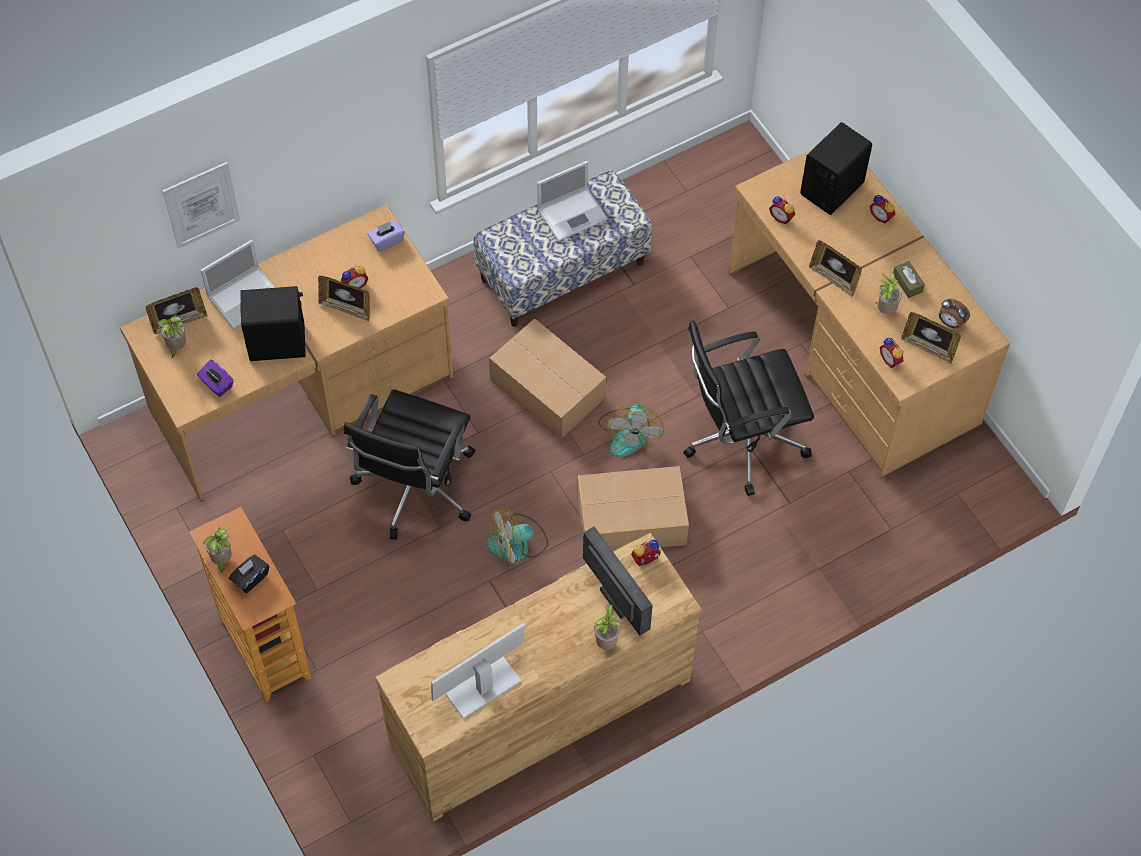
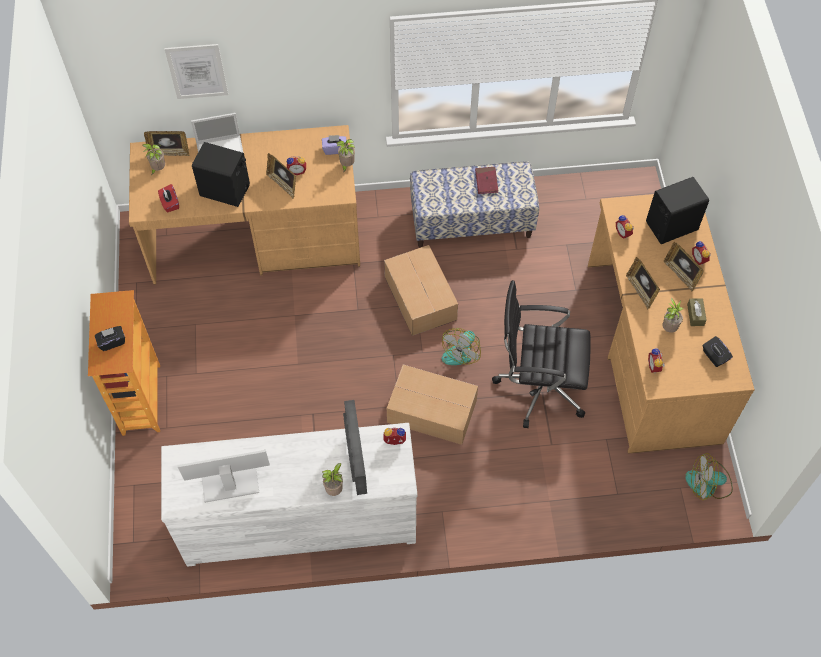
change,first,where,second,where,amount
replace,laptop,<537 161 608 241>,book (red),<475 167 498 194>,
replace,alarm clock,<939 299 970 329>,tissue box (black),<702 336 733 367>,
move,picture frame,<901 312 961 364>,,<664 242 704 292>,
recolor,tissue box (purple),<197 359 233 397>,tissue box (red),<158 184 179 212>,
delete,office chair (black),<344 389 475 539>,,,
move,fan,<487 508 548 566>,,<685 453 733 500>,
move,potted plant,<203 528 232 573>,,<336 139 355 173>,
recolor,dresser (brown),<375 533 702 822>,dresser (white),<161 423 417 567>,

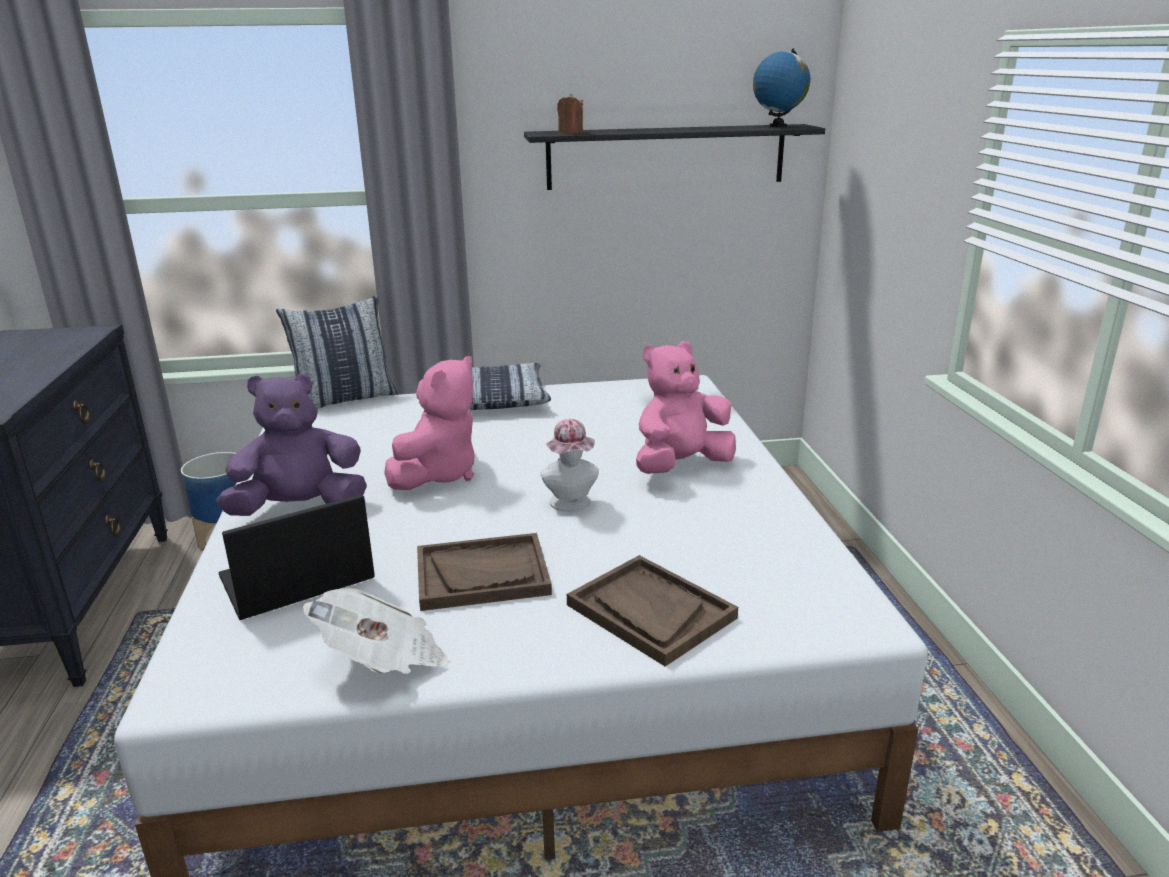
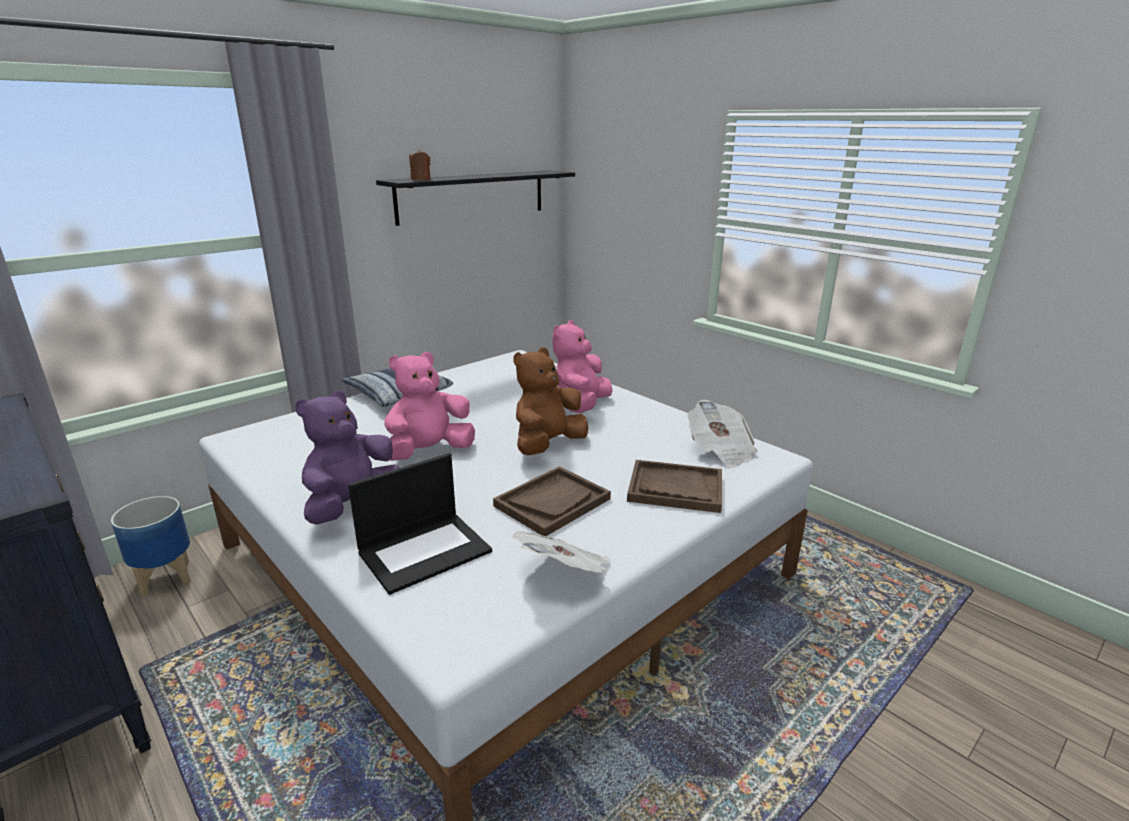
change,first,where,second,where,amount
delete,globe,<753 48 810 127>,,,
delete,pillow,<276 295 398 409>,,,
rotate,plush toy (pink),<384 356 475 490>,,<385 352 475 461>,120 degrees counterclockwise
replace,hat,<540 419 599 512>,plush toy (brown),<514 347 588 455>,
rotate,laptop,<218 494 375 620>,,<348 453 492 595>,150 degrees counterclockwise
insert,,,newspaper,<687 400 758 468>,

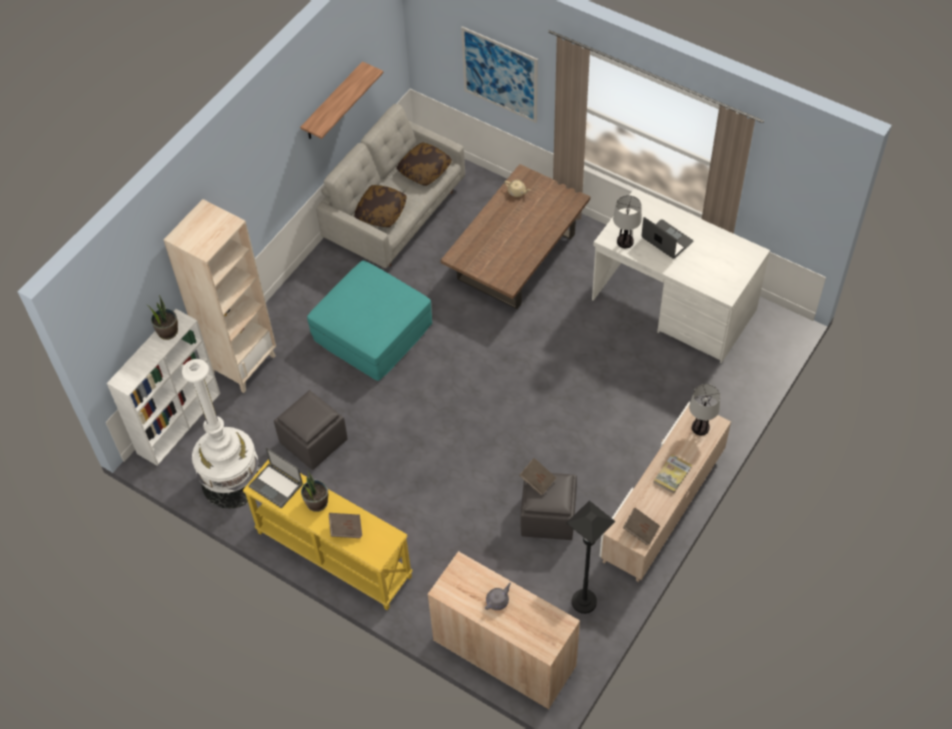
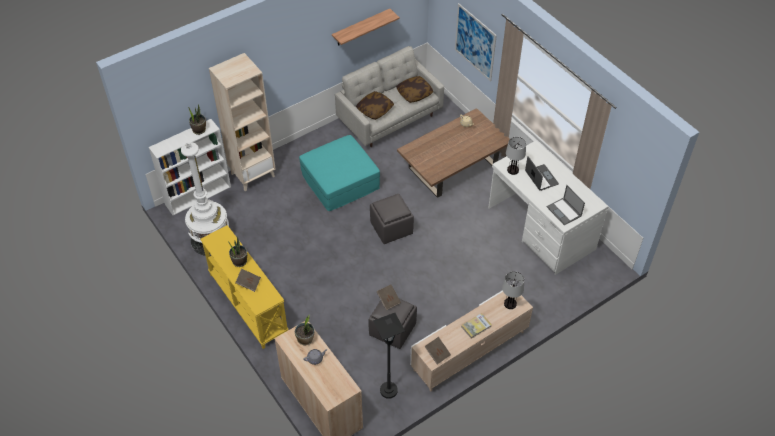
change,first,where,second,where,amount
move,ottoman (grey),<274 390 348 470>,,<370 194 414 244>,
move,laptop,<249 447 303 509>,,<547 185 585 225>,
insert,,,potted plant,<295 314 314 346>,

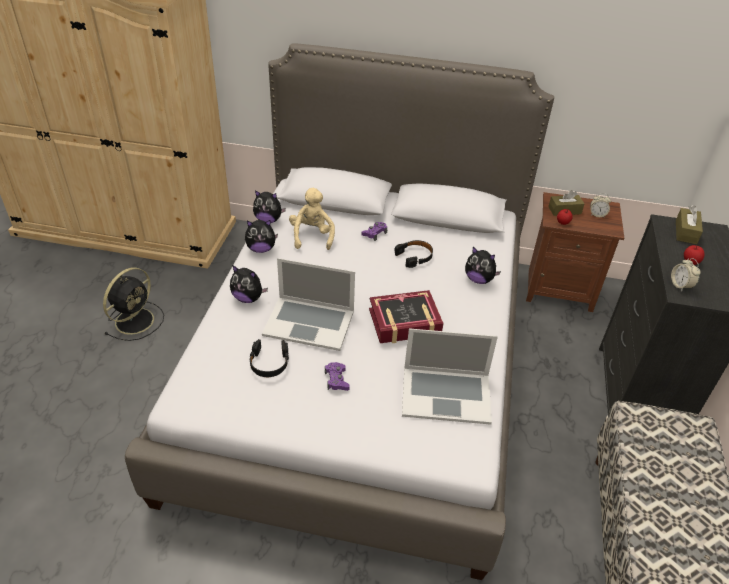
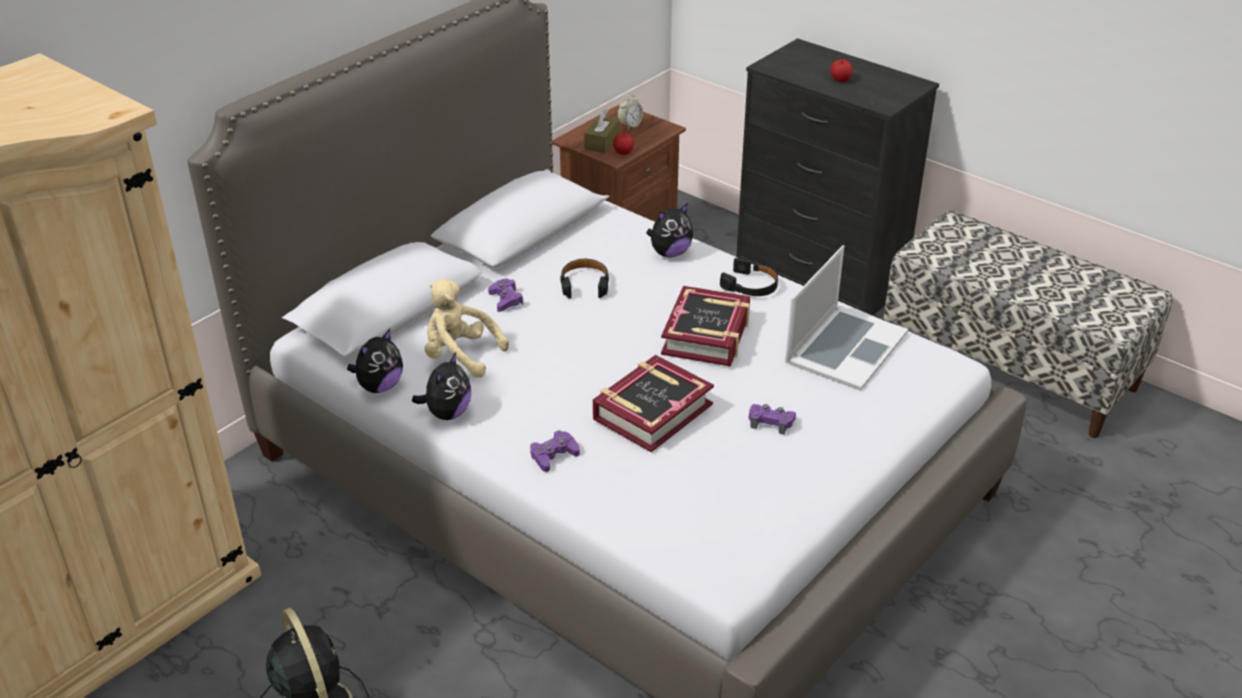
change,first,where,second,where,amount
delete,tissue box (brown),<676 205 703 244>,,,
replace,laptop,<262 258 355 351>,book,<593 355 714 452>,
delete,alarm clock,<671 258 701 292>,,,
replace,plush toy,<230 265 268 303>,game controller (purple),<530 430 580 472>,
move,headphones (black),<249 339 289 377>,,<720 258 778 296>,

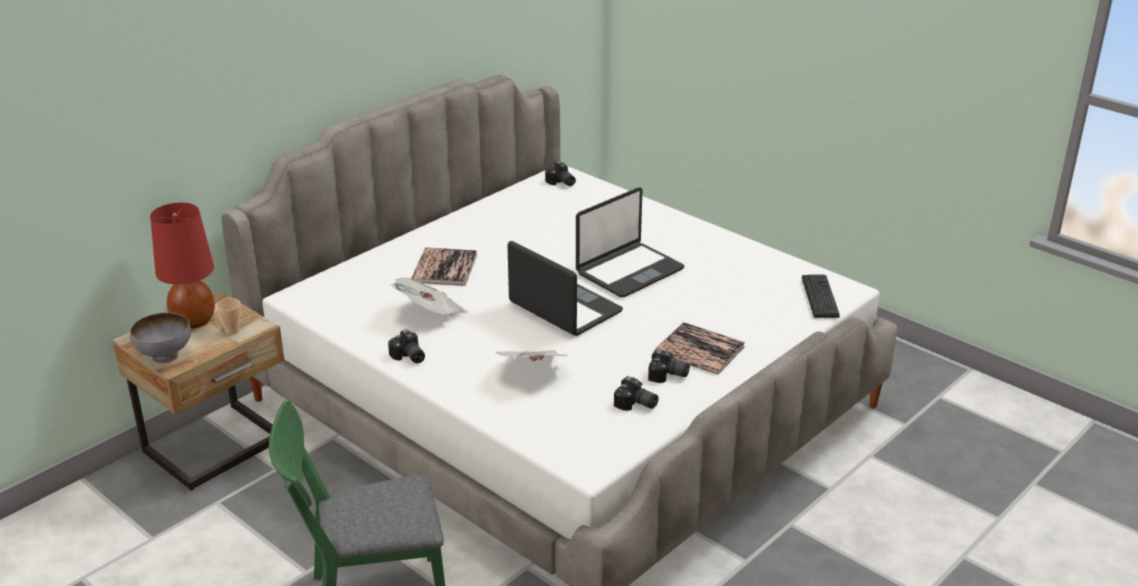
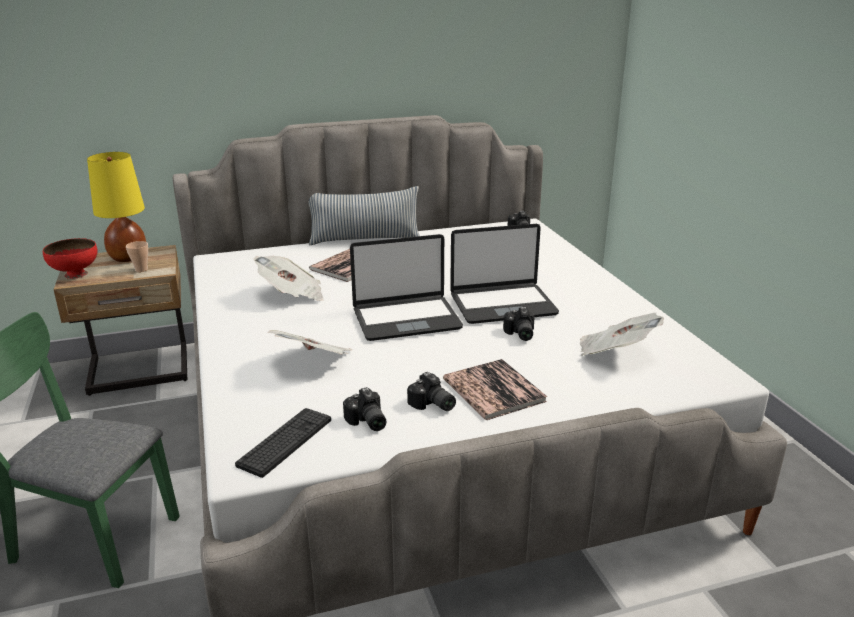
change,first,where,second,where,amount
recolor,table lamp (red),<150 203 215 329>,table lamp (yellow),<87 152 146 262>,
rotate,laptop,<507 241 623 336>,,<350 234 463 341>,90 degrees clockwise
move,keyboard,<802 274 840 318>,,<235 408 331 478>,
recolor,bowl (grey),<130 312 191 363>,bowl (red),<43 238 98 279>,
move,photo camera,<388 329 425 363>,,<503 307 535 341>,
insert,,,pillow,<308 186 420 245>,
insert,,,newspaper,<580 313 664 356>,

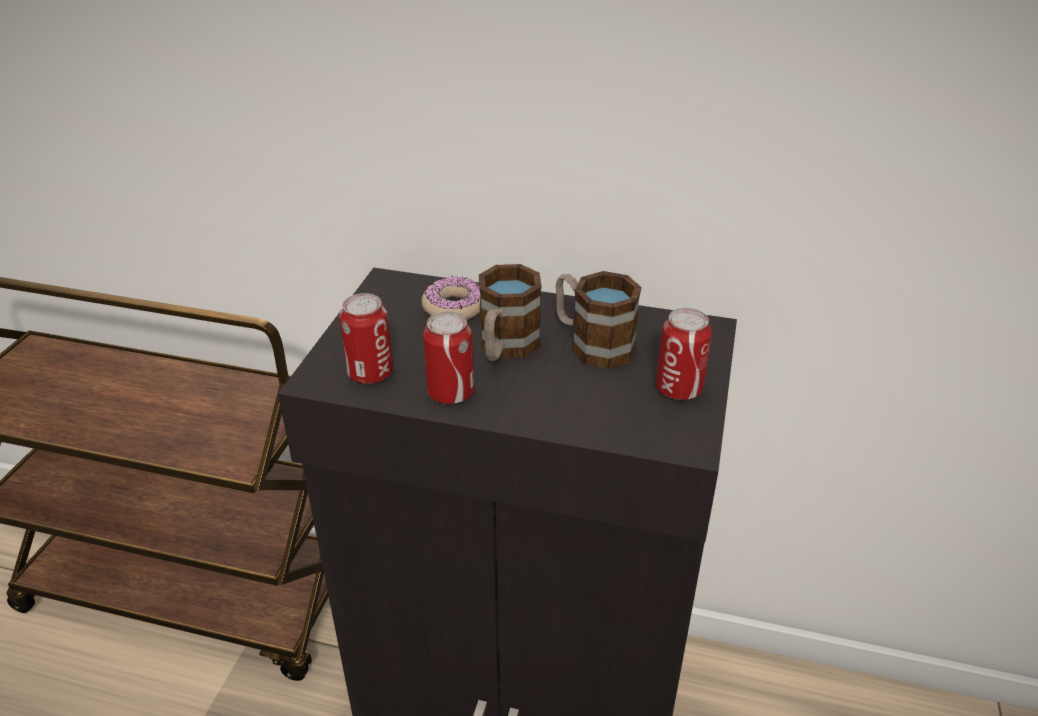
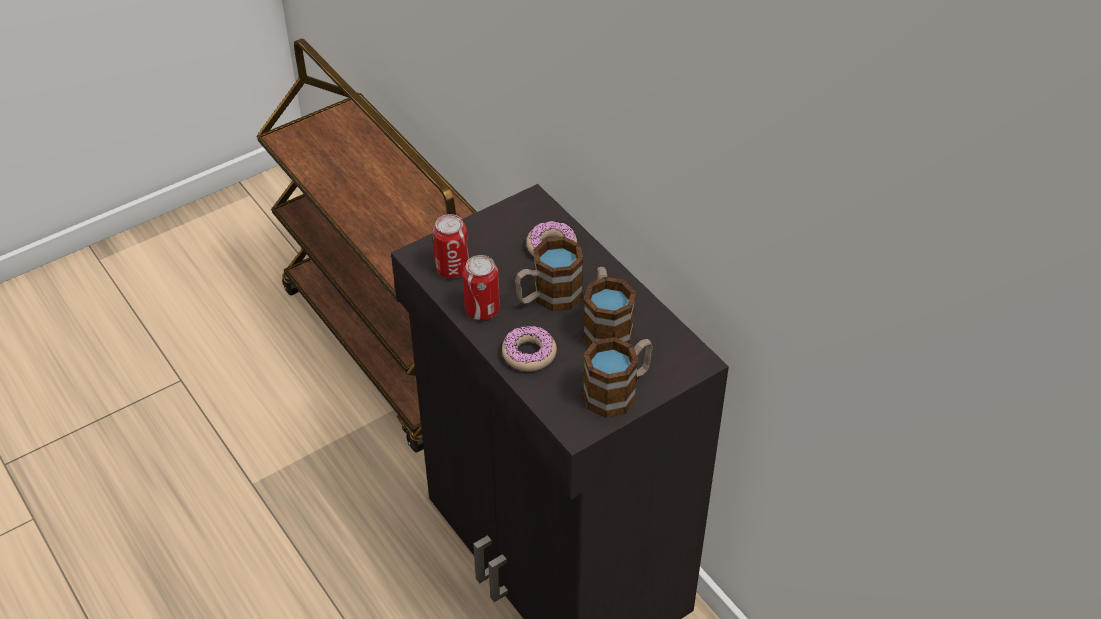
change,first,where,second,where,amount
replace,can,<656 308 712 400>,mug,<582 337 653 418>,
insert,,,donut,<502 325 557 372>,

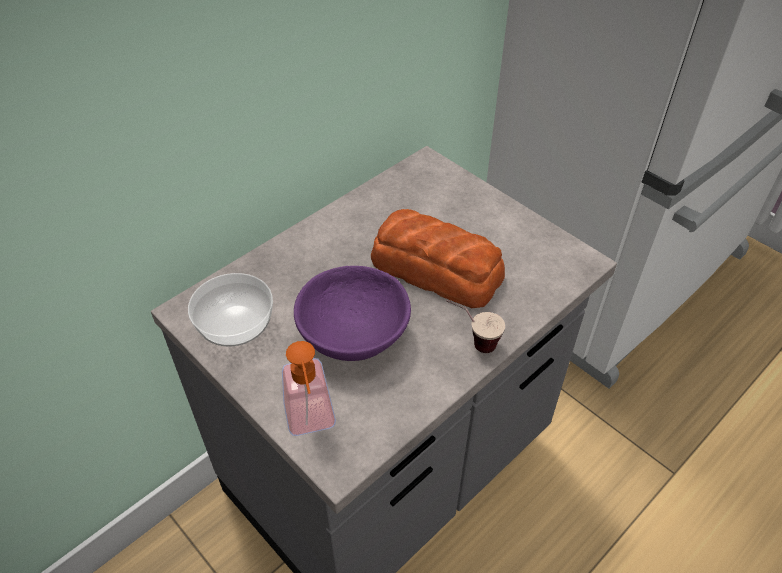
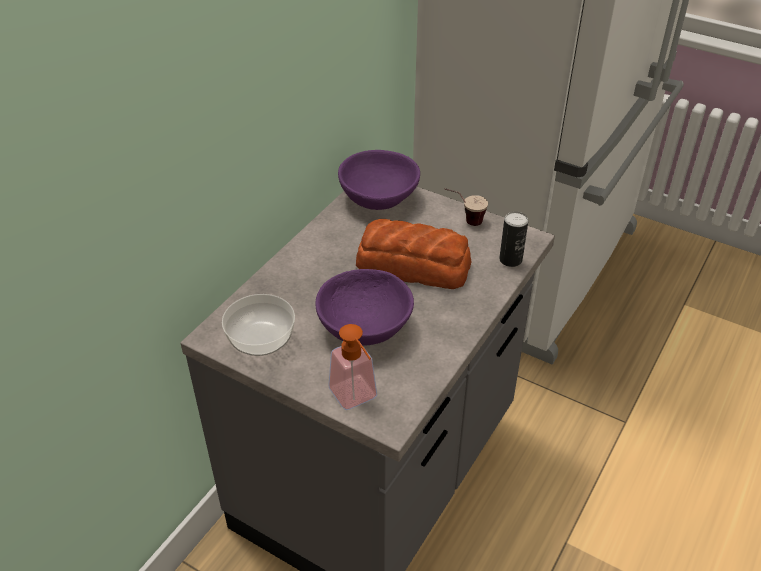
change,first,where,second,where,amount
move,cup,<446 300 505 353>,,<445 188 488 226>,
insert,,,bowl (purple),<338 150 420 210>,
insert,,,can,<499 211 528 267>,

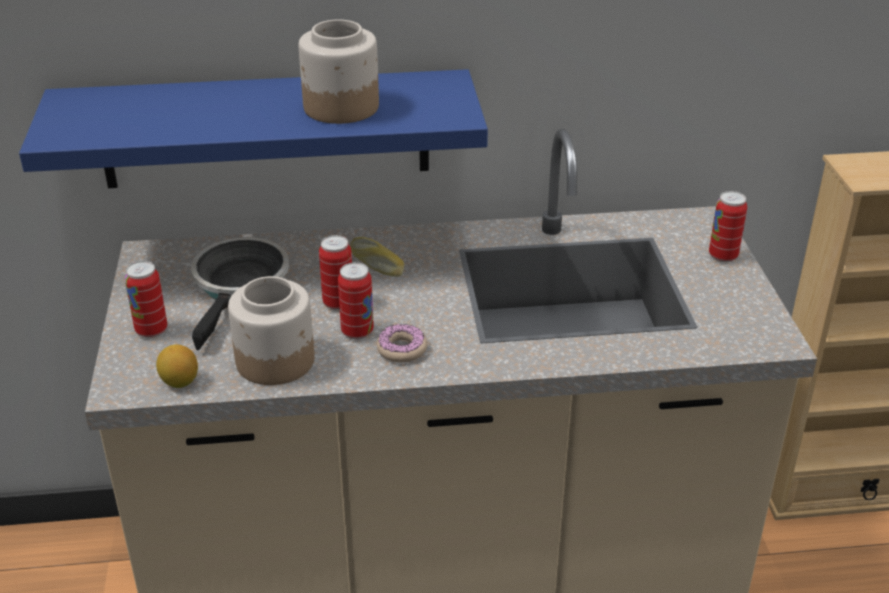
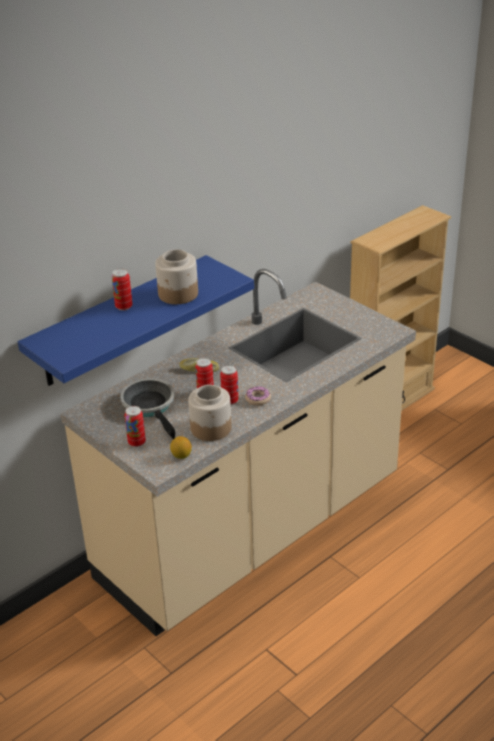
change,first,where,second,where,amount
move,can,<709 191 747 262>,,<112 268 133 311>,

